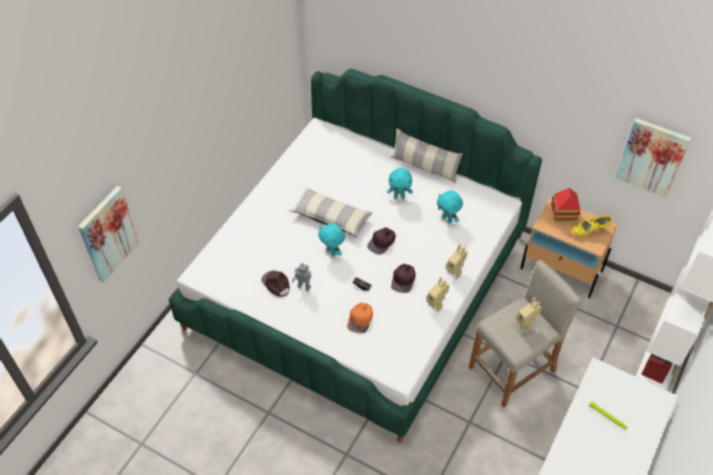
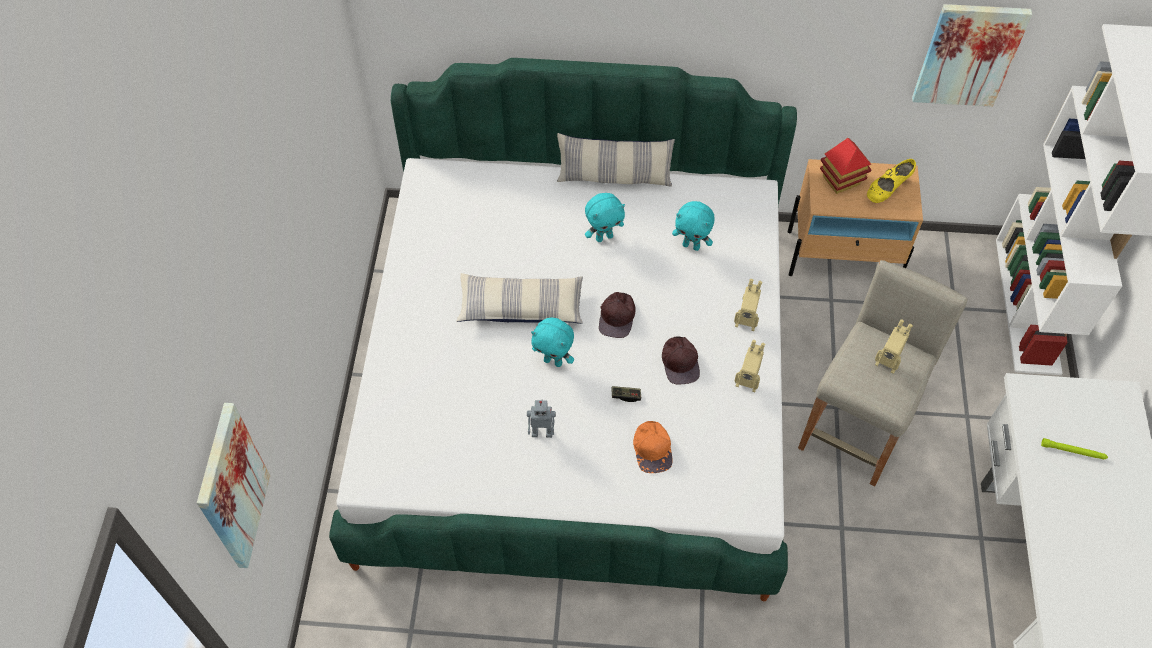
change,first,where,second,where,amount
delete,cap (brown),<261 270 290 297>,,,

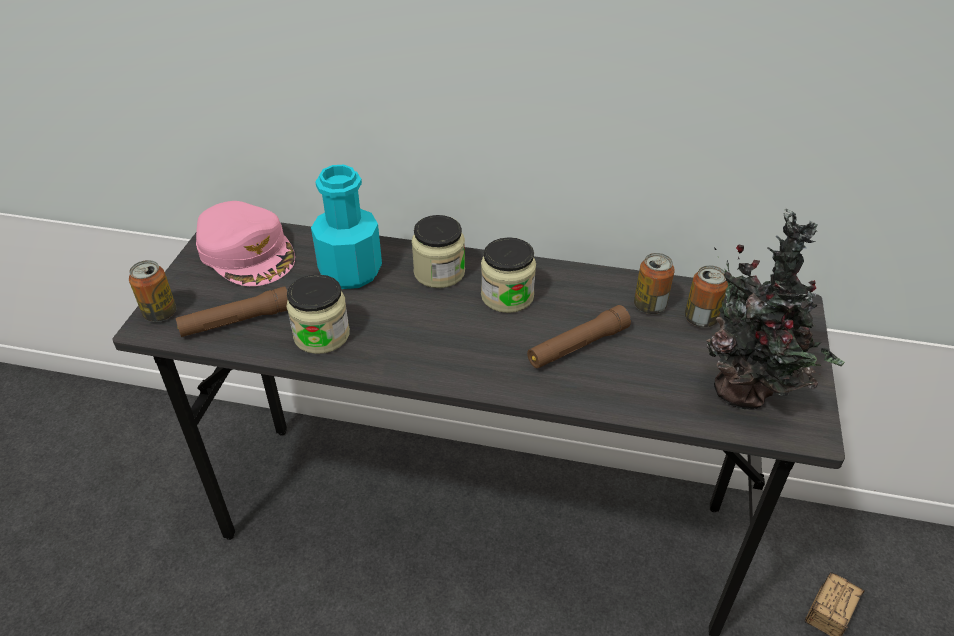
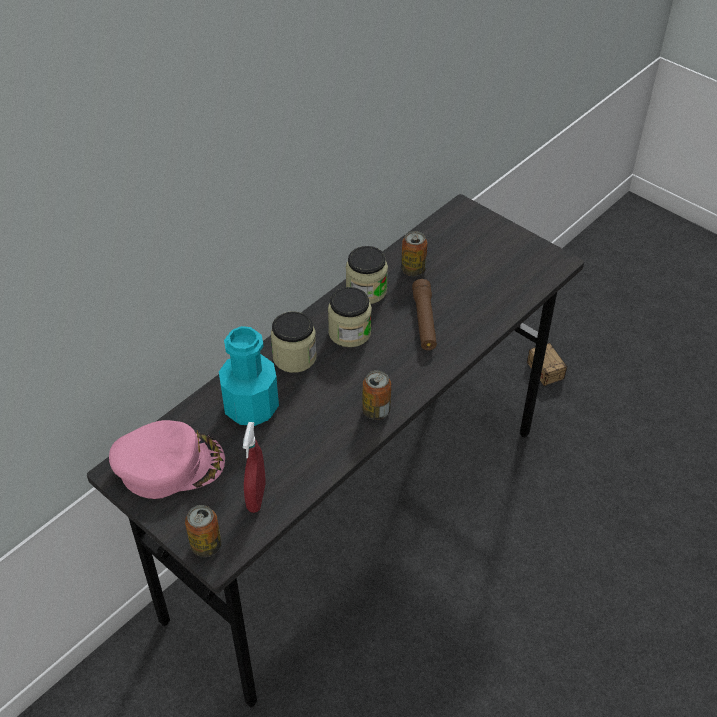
change,first,where,second,where,amount
delete,potted plant,<706 208 845 410>,,,
move,can,<685 265 728 328>,,<362 370 391 420>,
move,jar,<287 274 350 354>,,<346 246 388 304>,
replace,flashlight (brown),<176 287 288 337>,spray bottle (red),<243 422 266 513>,

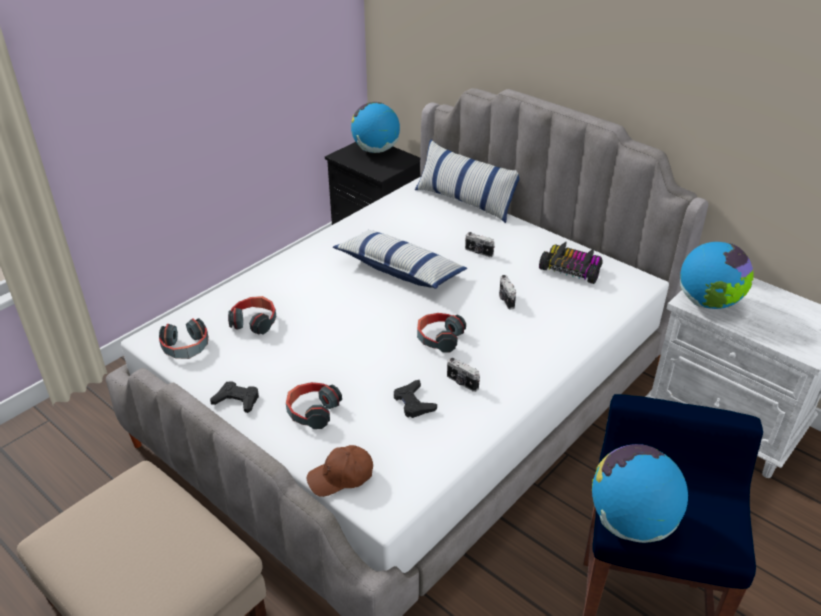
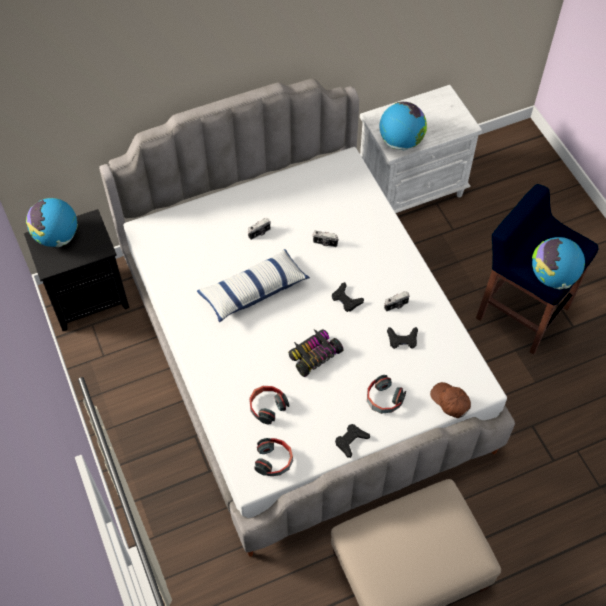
change,first,where,second,where,amount
delete,pillow,<415 139 519 223>,,,
move,toy car,<539 241 603 284>,,<288 329 343 377>,
replace,headphones,<417 313 466 353>,game controller (black),<332 282 364 312>,
rotate,cap (brown),<307 445 373 497>,,<430 382 471 418>,135 degrees clockwise

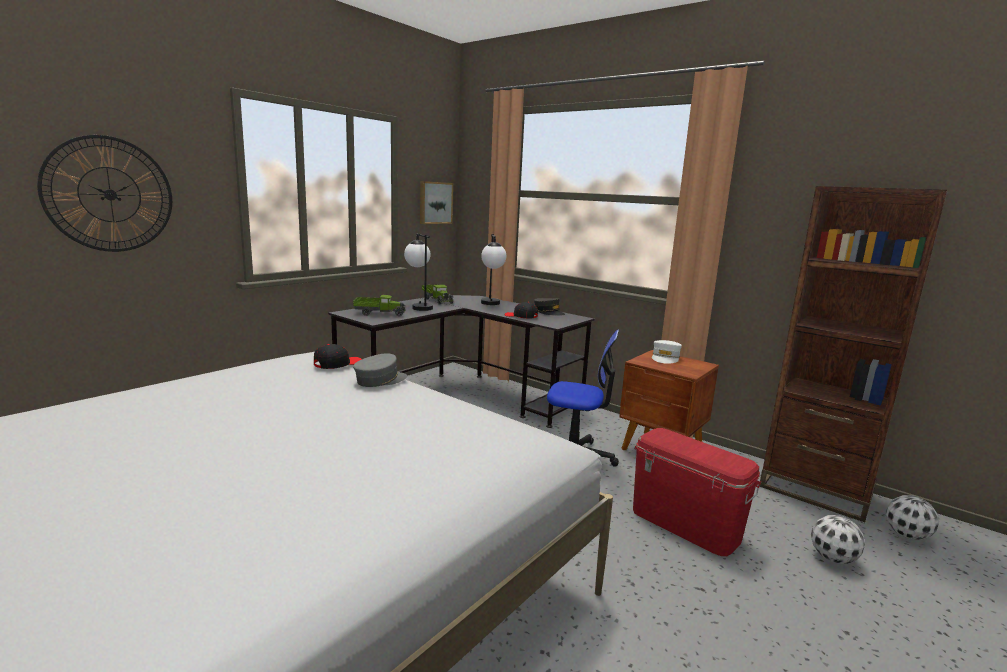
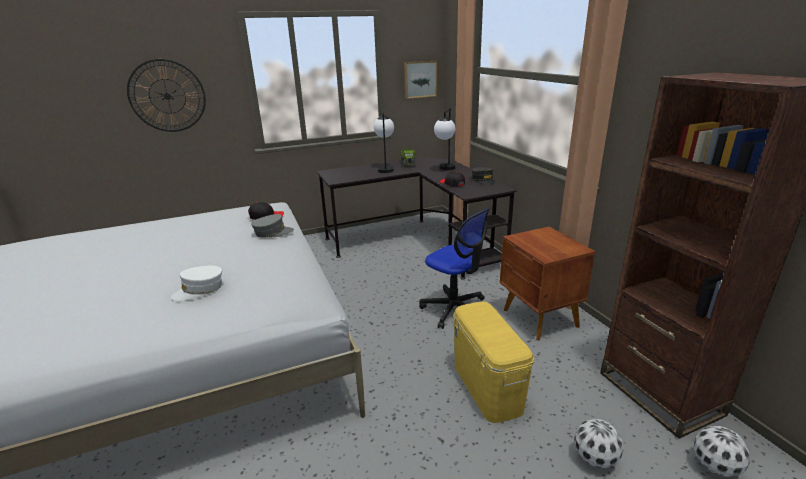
change,first,where,second,where,amount
delete,toy truck,<353 295 406 316>,,,
move,cap (white),<652 340 682 364>,,<171 266 222 301>,
recolor,storage box (red),<633 428 761 556>,storage box (yellow),<453 302 534 423>,

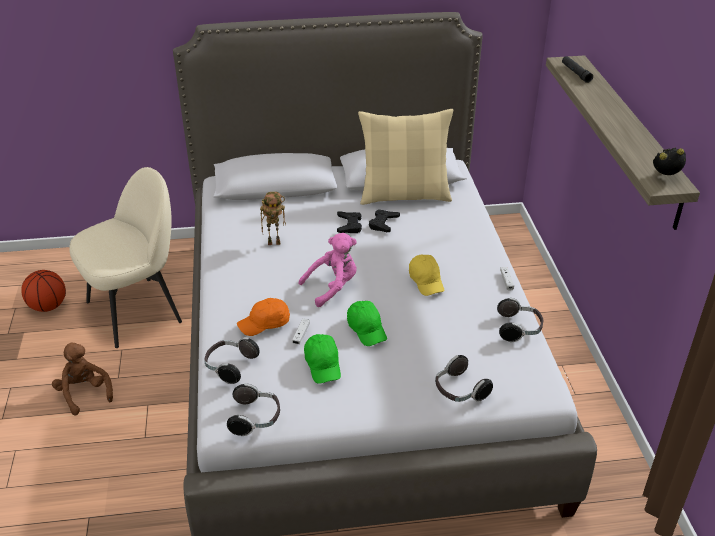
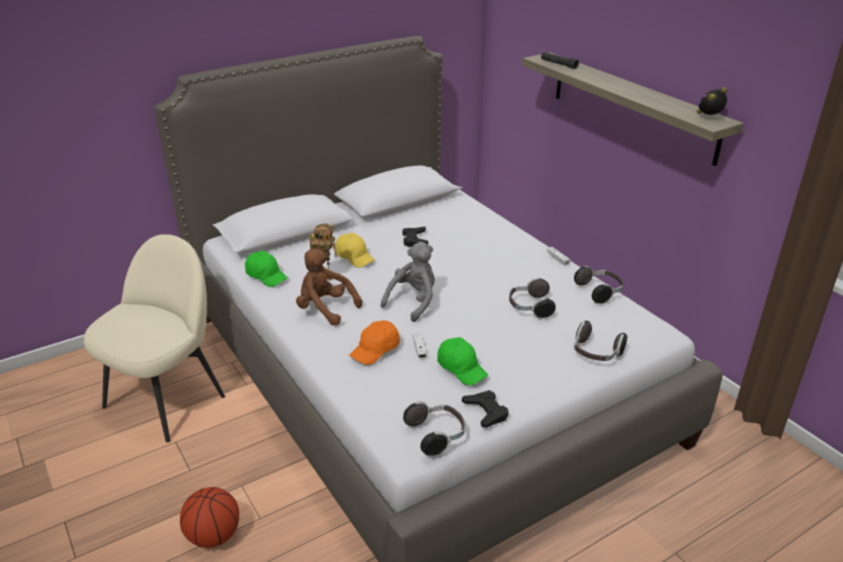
change,first,where,second,where,amount
delete,pillow (beige),<358 109 453 205>,,,
move,game controller (black),<337 211 362 233>,,<462 390 509 428>,
recolor,plush toy (pink),<299 233 357 307>,plush toy (grey),<381 242 435 322>,
move,cap (yellow),<409 255 445 296>,,<335 233 375 268>,
move,basketball,<21 270 66 312>,,<180 487 239 548>,
move,cap (green),<347 301 387 346>,,<245 251 288 287>,
move,headphones,<204 337 260 384>,,<509 278 556 319>,
move,plush toy (brown),<52 342 113 416>,,<296 249 362 326>,

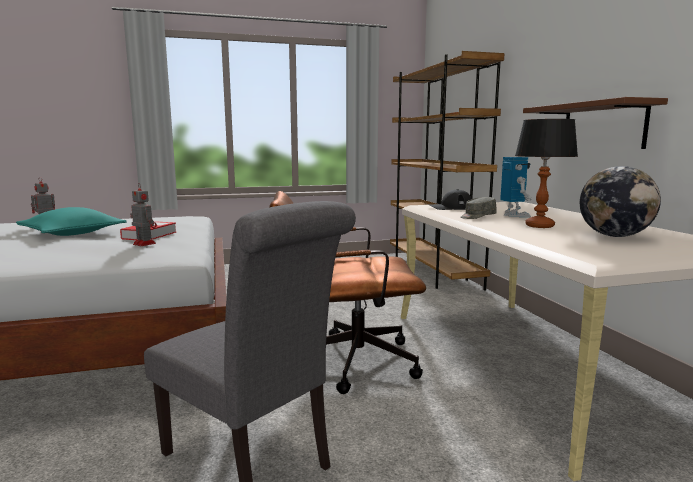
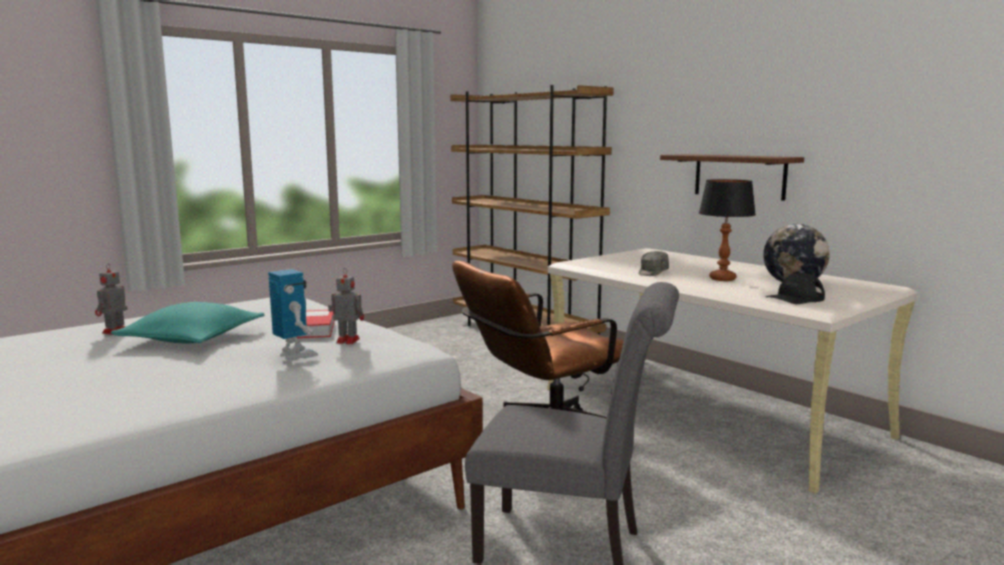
change,first,where,second,where,amount
move,toy robot,<500 157 532 217>,,<268 269 319 359>,
move,cap (black),<428 189 472 210>,,<766 273 825 304>,

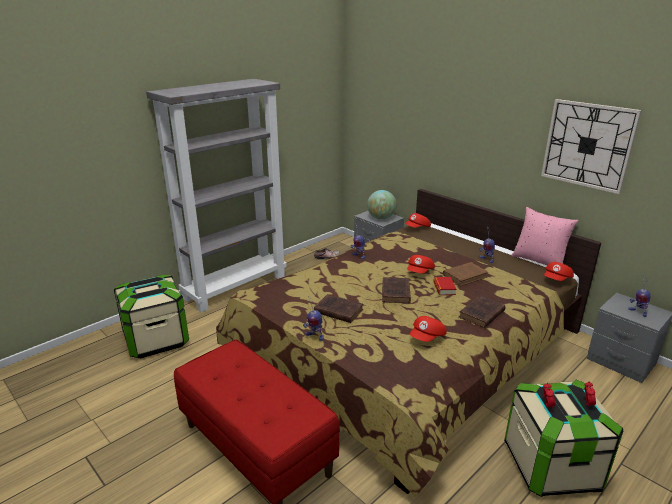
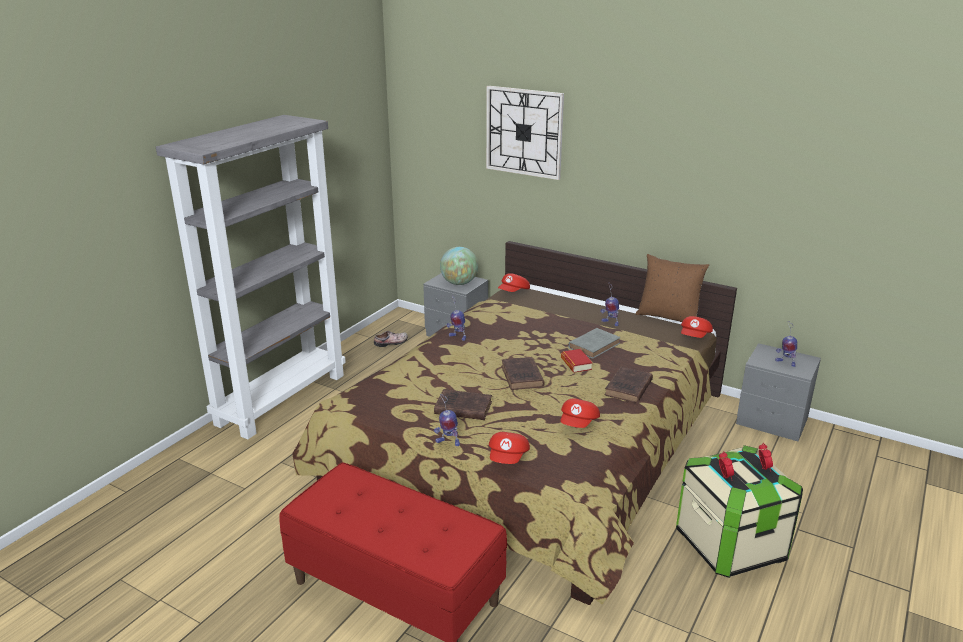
change,first,where,second,where,amount
move,wall clock,<541 99 642 194>,,<486 86 564 180>,
recolor,pillow (pink),<511 207 579 265>,pillow (brown),<636 254 709 322>,
move,cap (red),<407 255 435 273>,,<489 432 530 464>,
recolor,book (brown),<443 262 488 286>,book (grey),<568 328 621 359>,
delete,storage box,<114 275 189 358>,,,

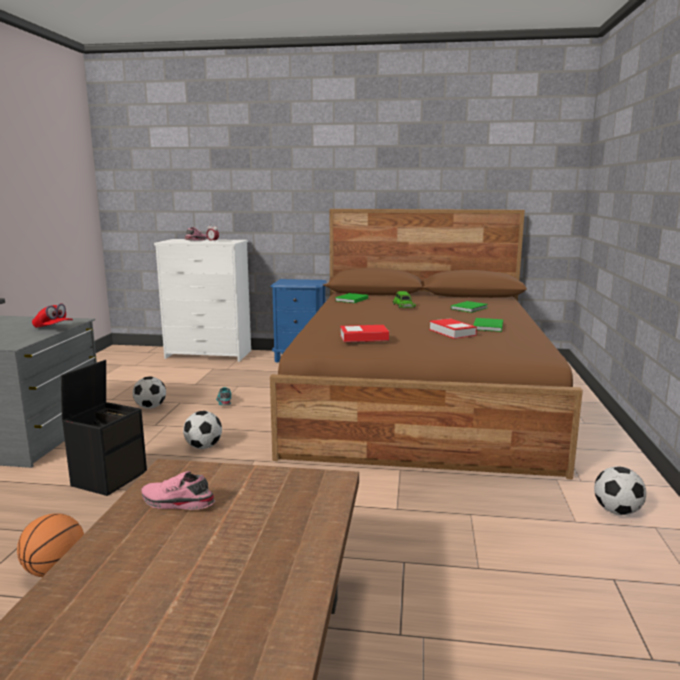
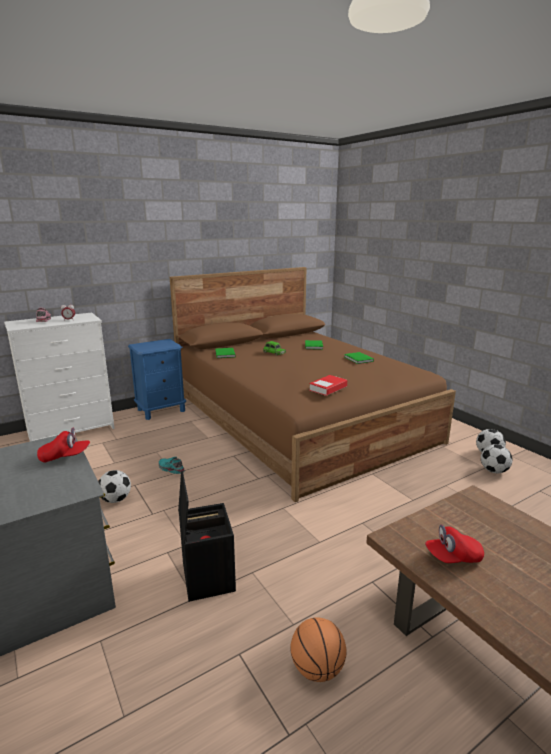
change,first,where,second,where,amount
delete,book,<429 318 477 339>,,,
move,football,<183 411 222 449>,,<481 444 513 473>,
replace,shoe (pink),<141 471 215 510>,cap (red),<425 524 484 563>,

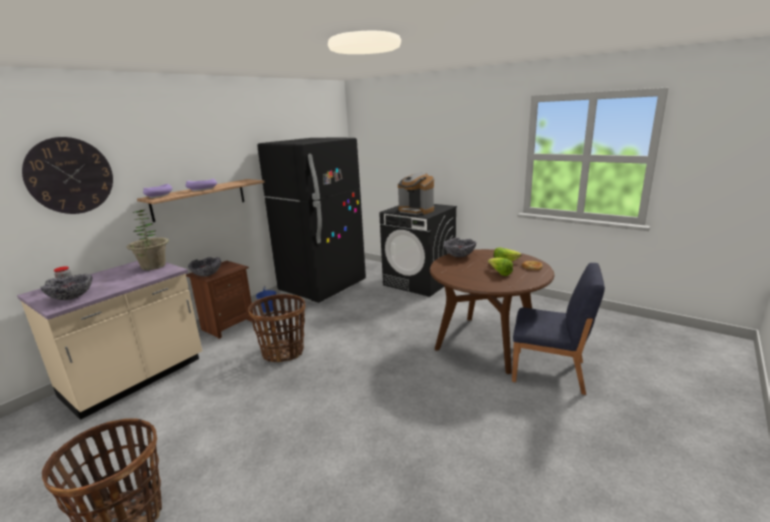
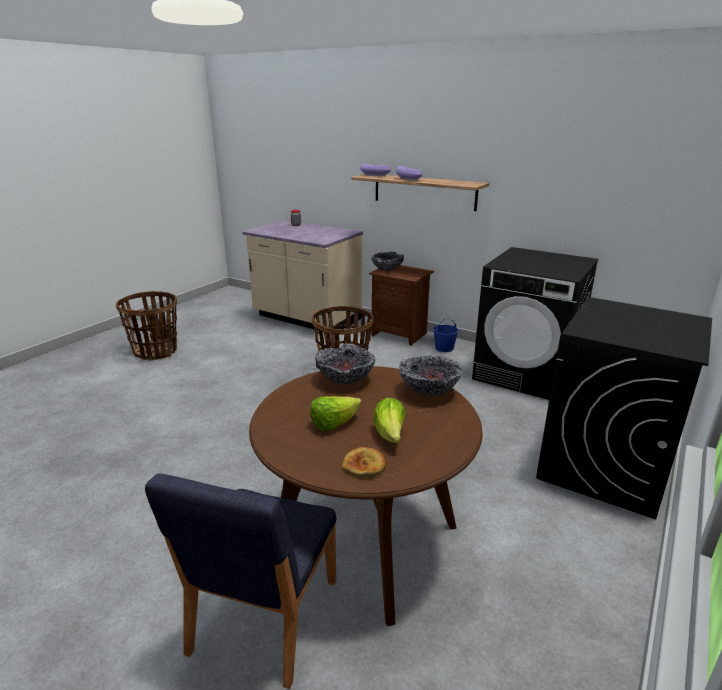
change,first,where,second,where,amount
delete,wall clock,<22 137 113 214>,,,
replace,fridge (black),<257 138 366 303>,washing machine (black),<472 247 598 400>,
delete,coffee machine,<398 173 434 215>,,,
delete,potted plant,<126 209 169 270>,,,
move,bowl,<41 274 93 300>,,<315 343 375 384>,

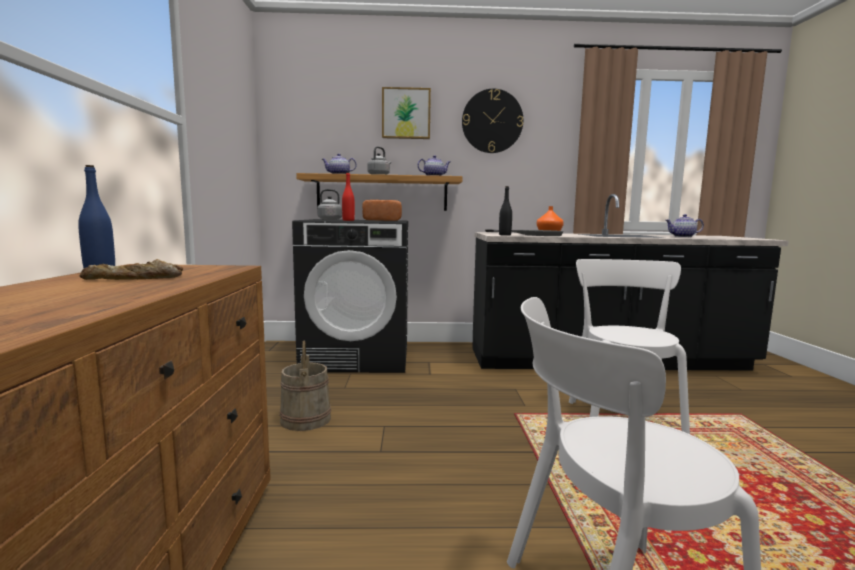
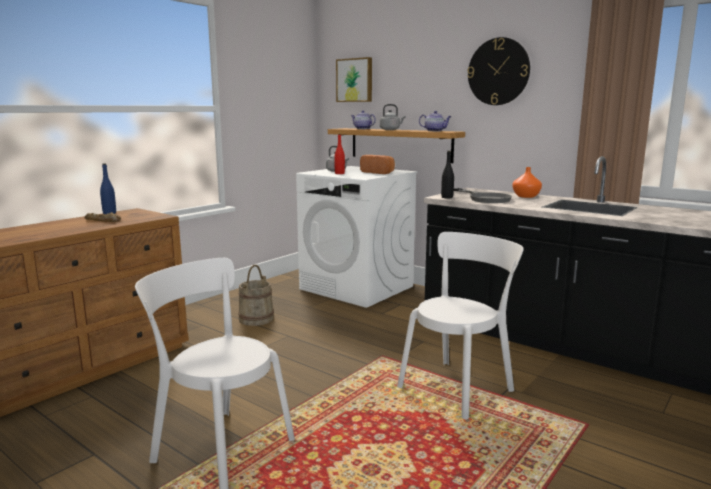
change,first,where,second,where,amount
move,picture,<382 87 431 139>,,<336 57 372 102>,
delete,teapot,<666 214 704 237>,,,
recolor,washing machine (black),<292 219 408 373>,washing machine (white),<296 166 418 308>,

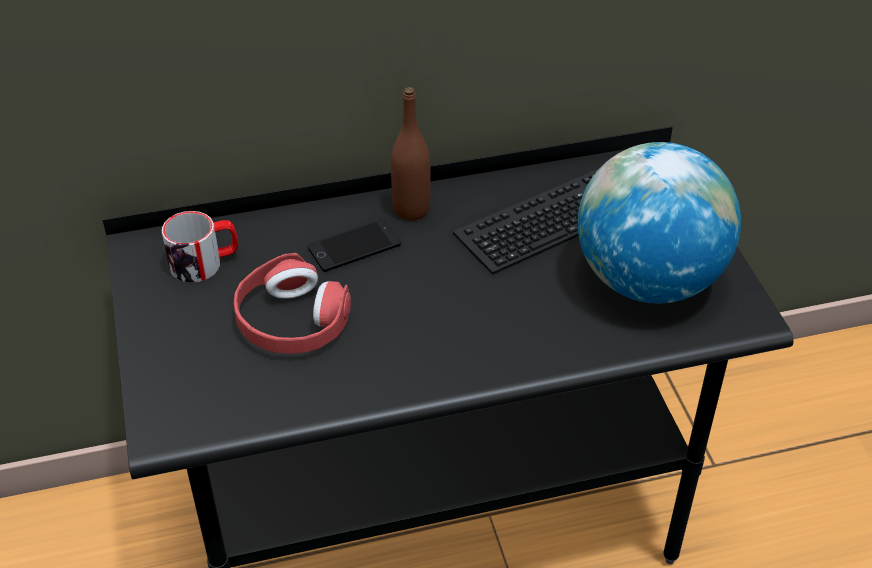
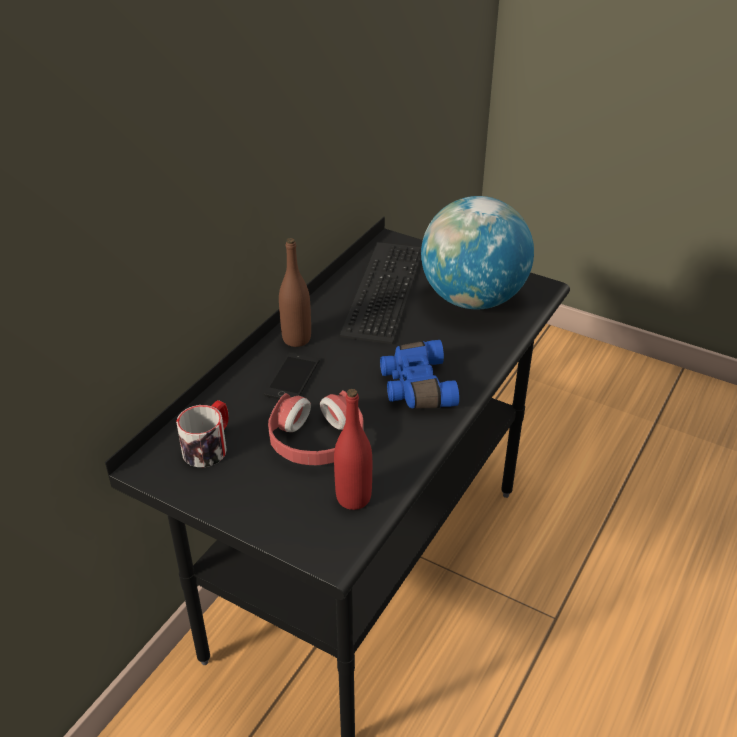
change,first,where,second,where,amount
insert,,,binoculars (blue),<380 340 459 409>,
insert,,,bottle (red),<334 389 372 510>,

